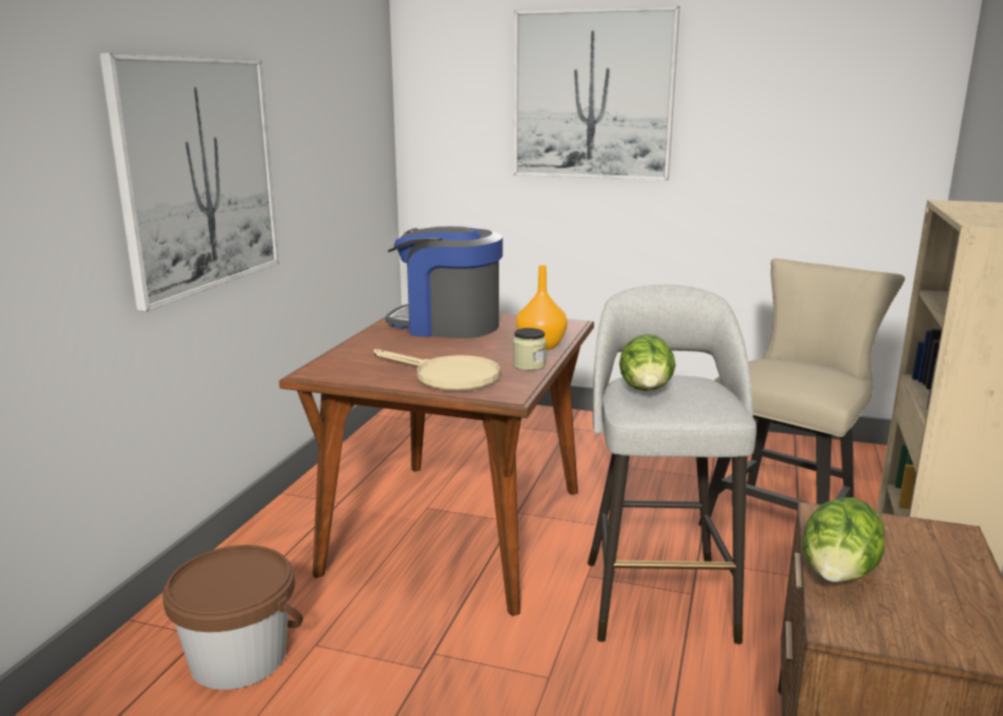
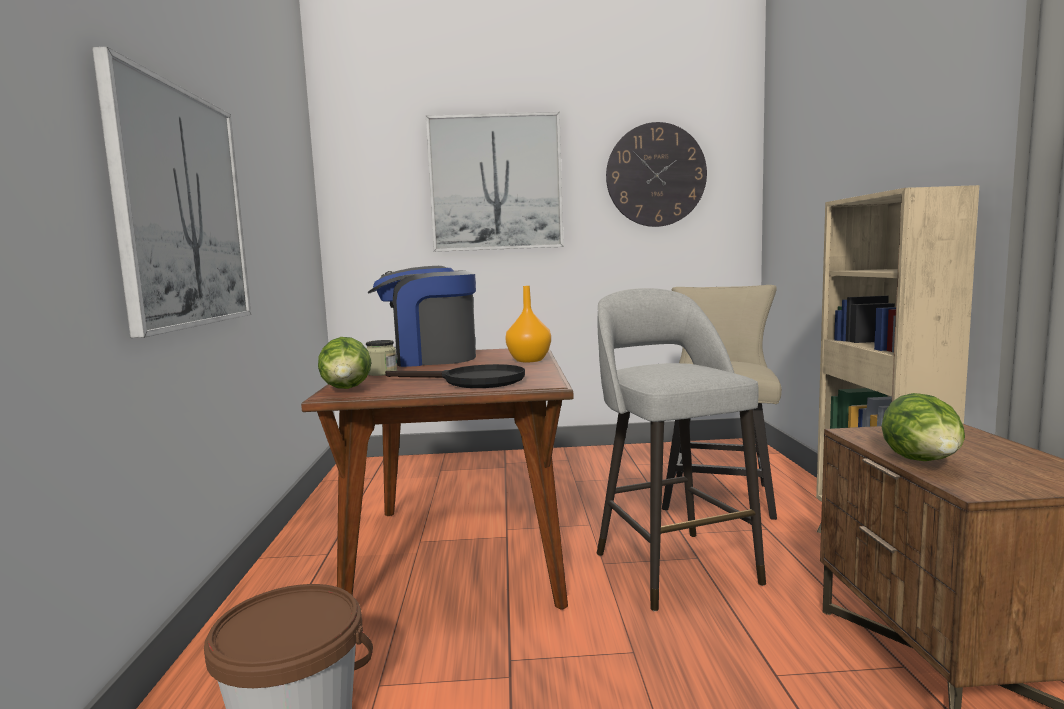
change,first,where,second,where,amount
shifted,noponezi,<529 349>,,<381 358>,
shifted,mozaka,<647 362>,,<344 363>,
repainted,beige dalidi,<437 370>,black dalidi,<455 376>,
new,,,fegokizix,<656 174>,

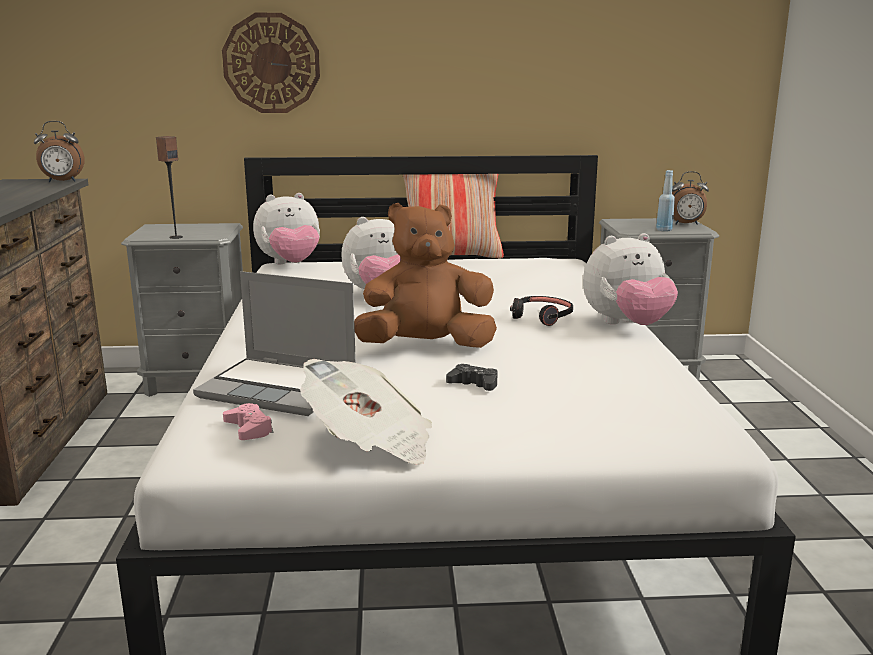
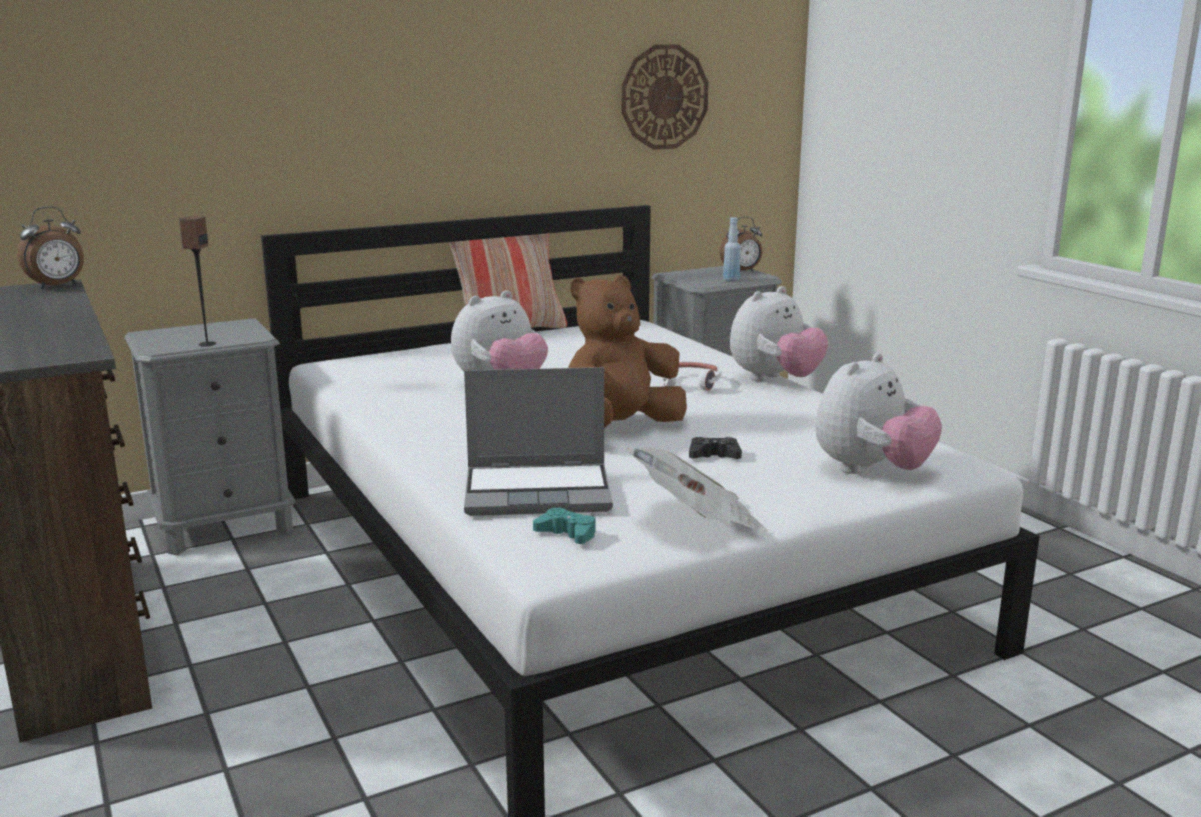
change,first,where,second,where,amount
shifted,fegokizix,<271 63>,,<665 97>,
shifted,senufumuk,<286 228>,,<878 413>,
repainted,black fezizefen,<541 311>,white fezizefen,<691 376>,
repainted,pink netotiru,<248 421>,turquoise netotiru,<564 525>,

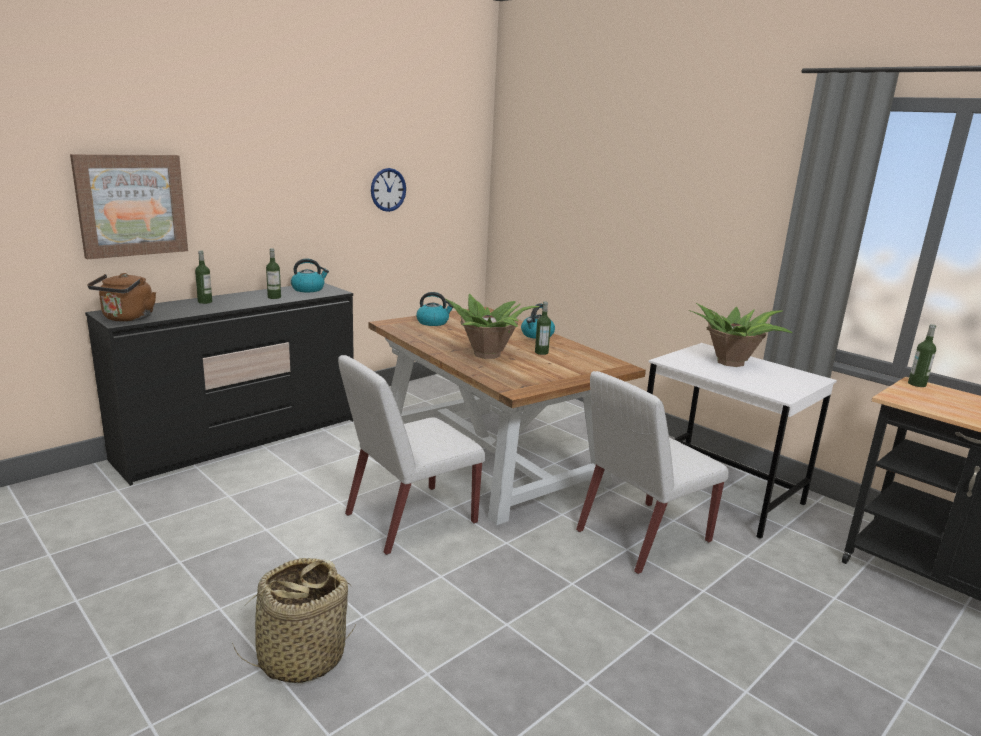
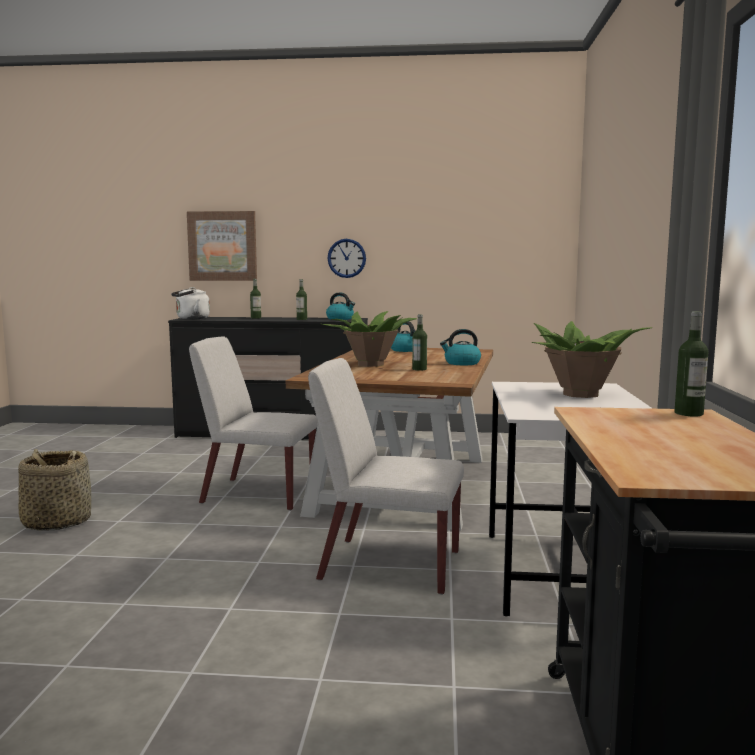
change,first,where,second,where,amount
shifted,fegokizix,<388 190>,,<346 258>,
repainted,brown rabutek,<121 297>,white rabutek,<190 303>,

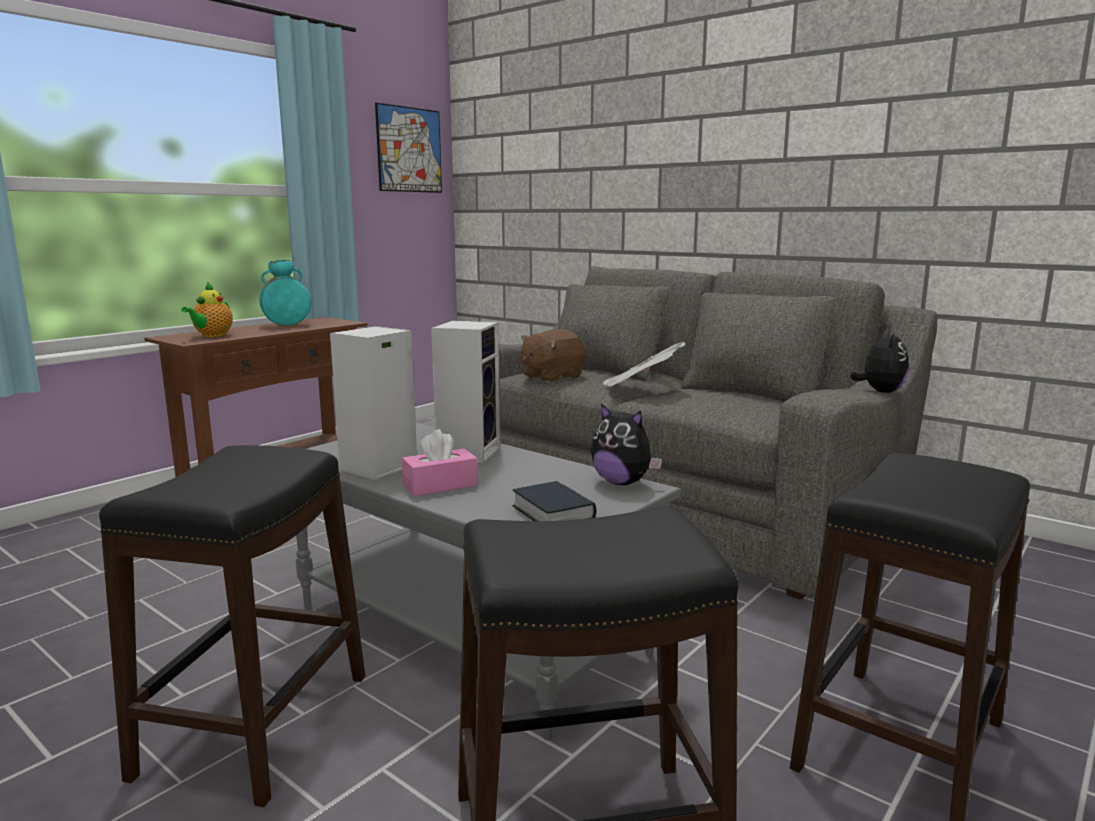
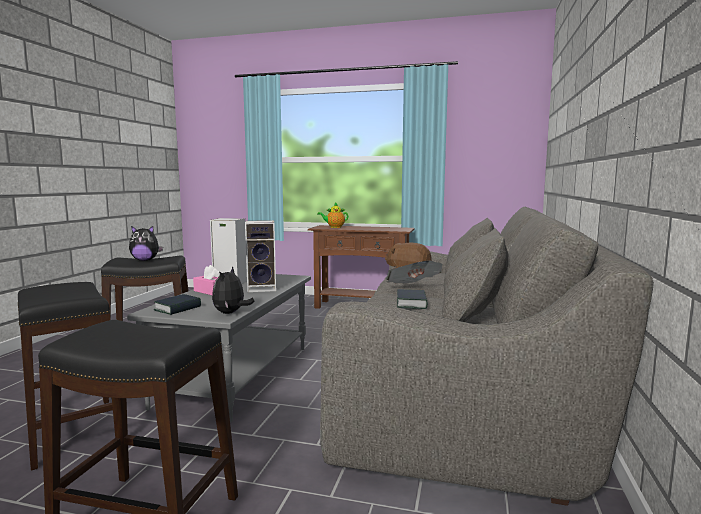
change,first,where,second,where,amount
gone,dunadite,<408 148>,,,
gone,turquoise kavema,<285 292>,,,
shifted,senufumuk,<880 361>,,<146 243>,
new,,,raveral,<412 299>,

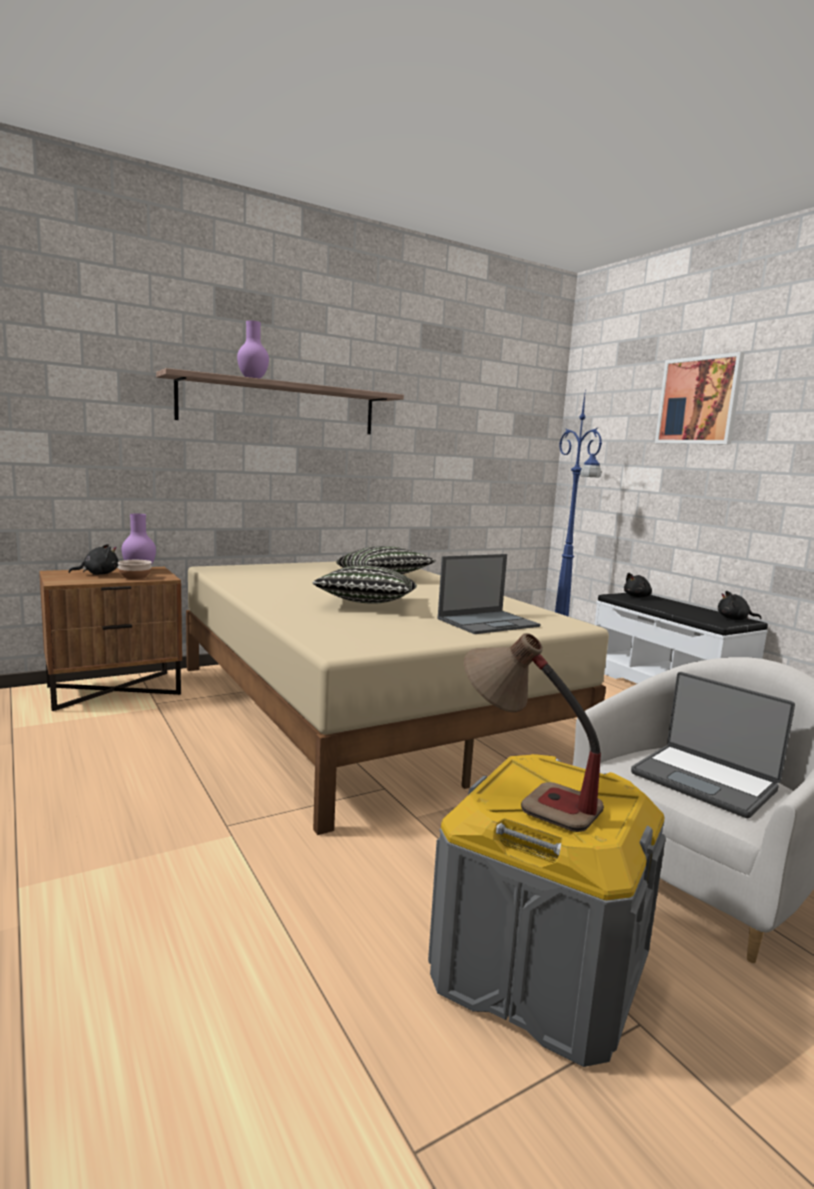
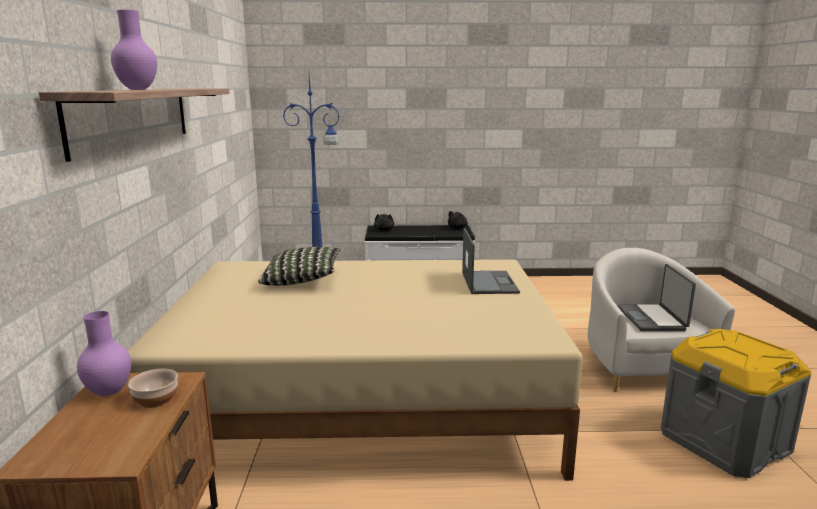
change,first,where,second,where,amount
gone,dunadite,<699 398>,,,
gone,black senufumuk,<93 559>,,,
gone,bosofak,<365 584>,,,
gone,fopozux,<534 732>,,,
rotated,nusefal,<713 745>,,<657 297>,105 degrees clockwise

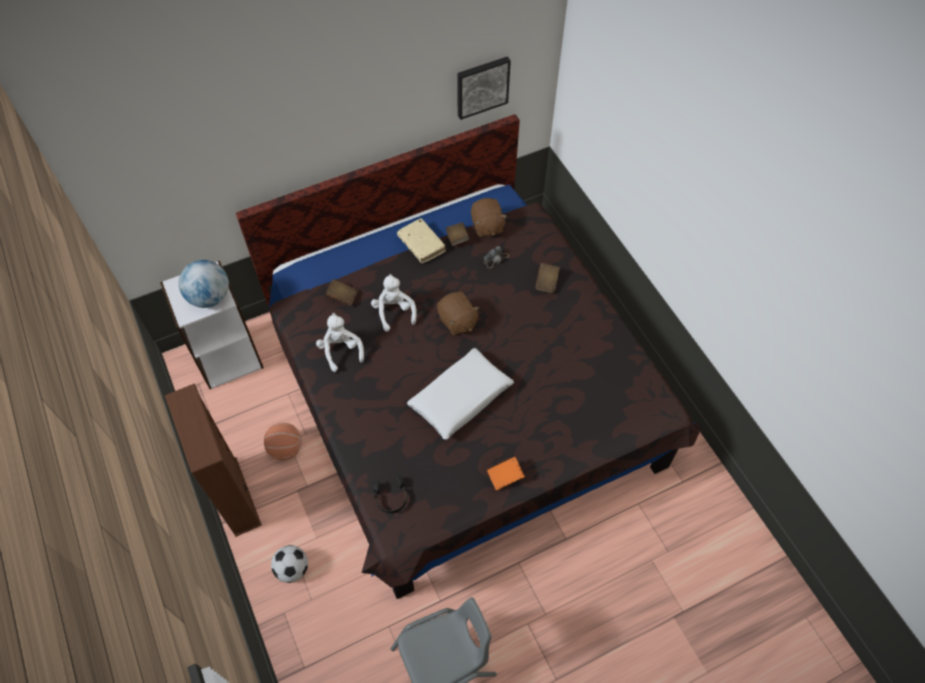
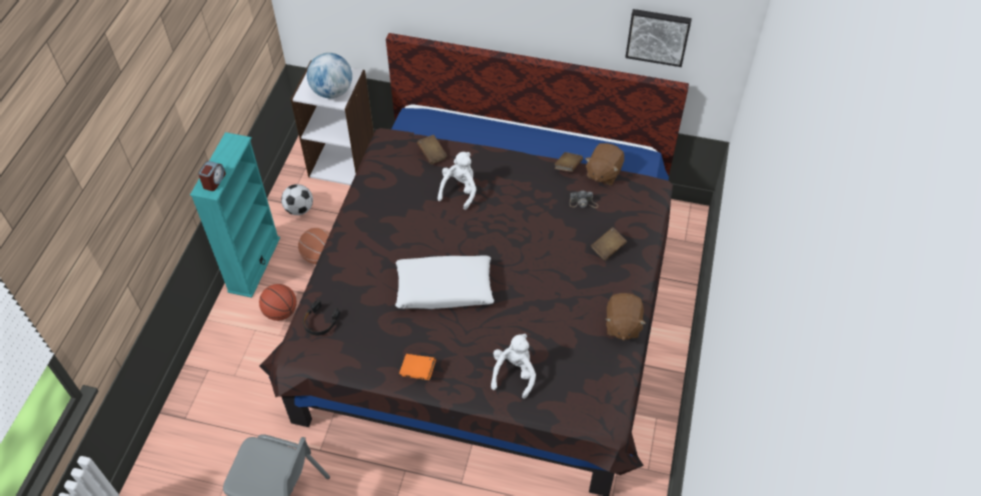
change,first,where,second,where,amount
gone,beige raveral,<421 240>,,,
shifted,brown senufumuk,<458 314>,,<625 317>,
shifted,white senufumuk,<340 342>,,<513 366>,
repainted,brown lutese,<213 460>,turquoise lutese,<235 215>,
shifted,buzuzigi,<289 564>,,<297 199>,
new,,,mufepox,<212 176>,
new,,,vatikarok,<278 302>,

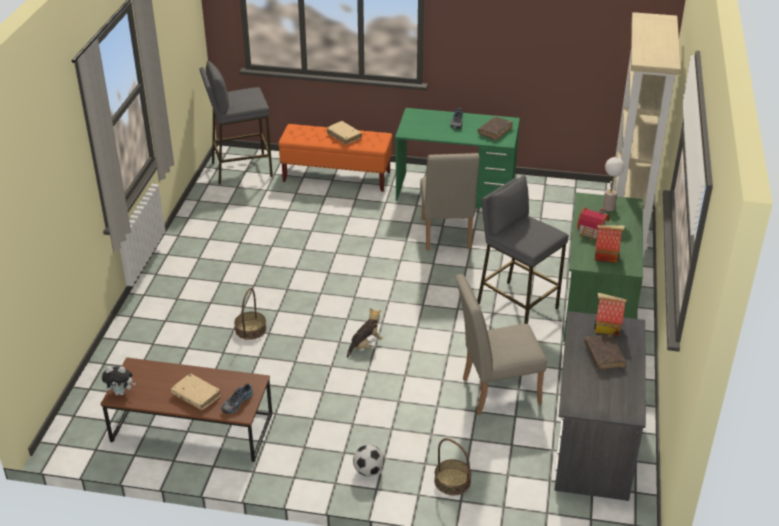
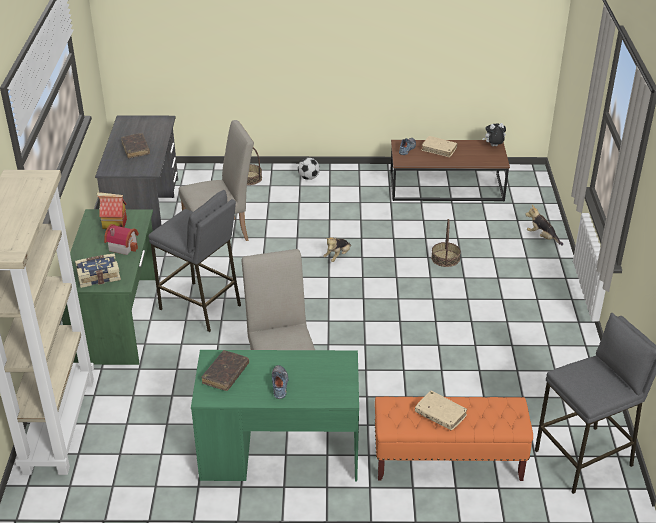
change,first,where,second,where,amount
swapped,fopozux,<613 184>,raveral,<98 270>,
gone,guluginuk,<610 314>,,,
new,,,senufumuk,<544 225>,

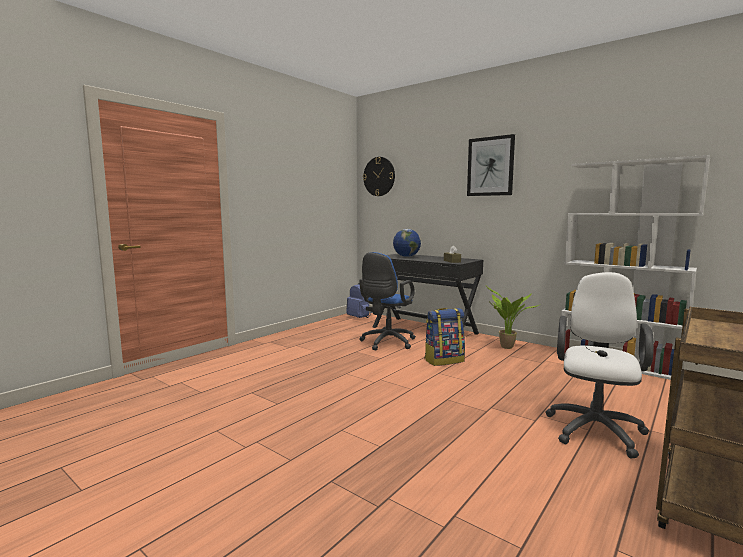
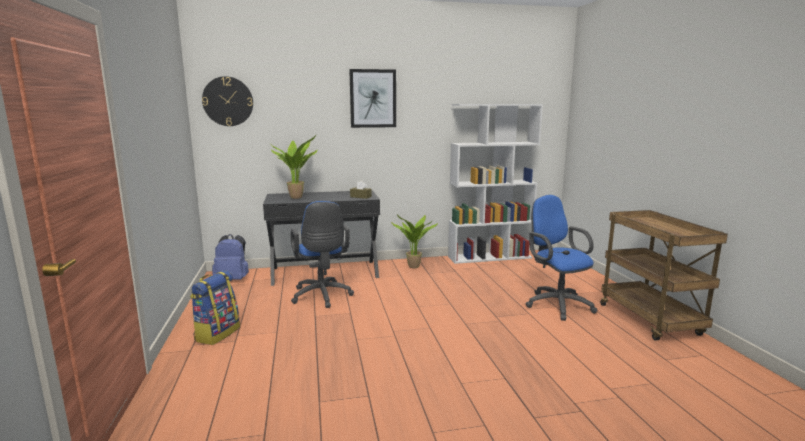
change,first,where,second,where,amount
swapped,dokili,<407 243>,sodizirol,<294 166>,
repainted,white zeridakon,<599 365>,blue zeridakon,<561 258>,
shifted,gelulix,<445 337>,,<215 307>,

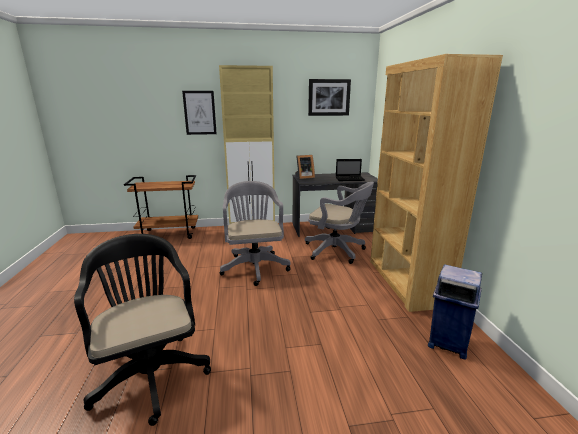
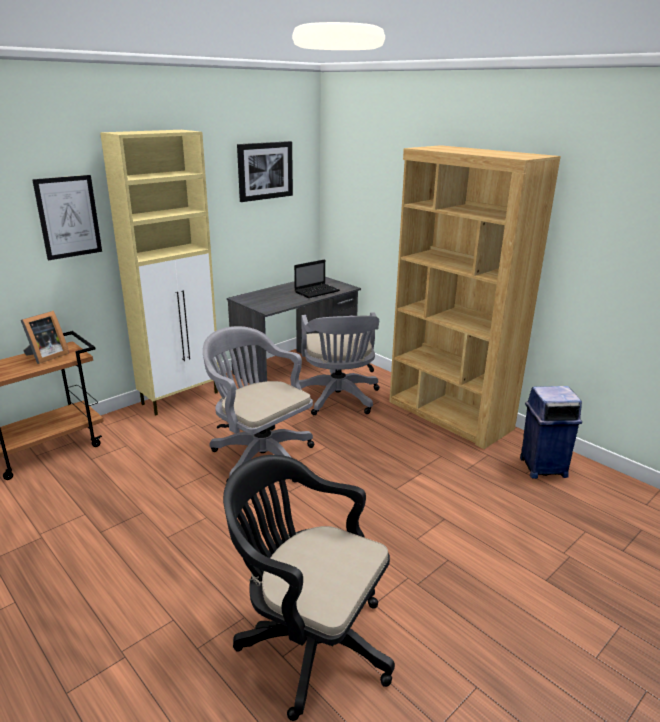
change,first,where,second,where,amount
shifted,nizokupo,<305 167>,,<45 337>,
rotated,grey zeridakon,<339 223>,,<339 363>,90 degrees clockwise

